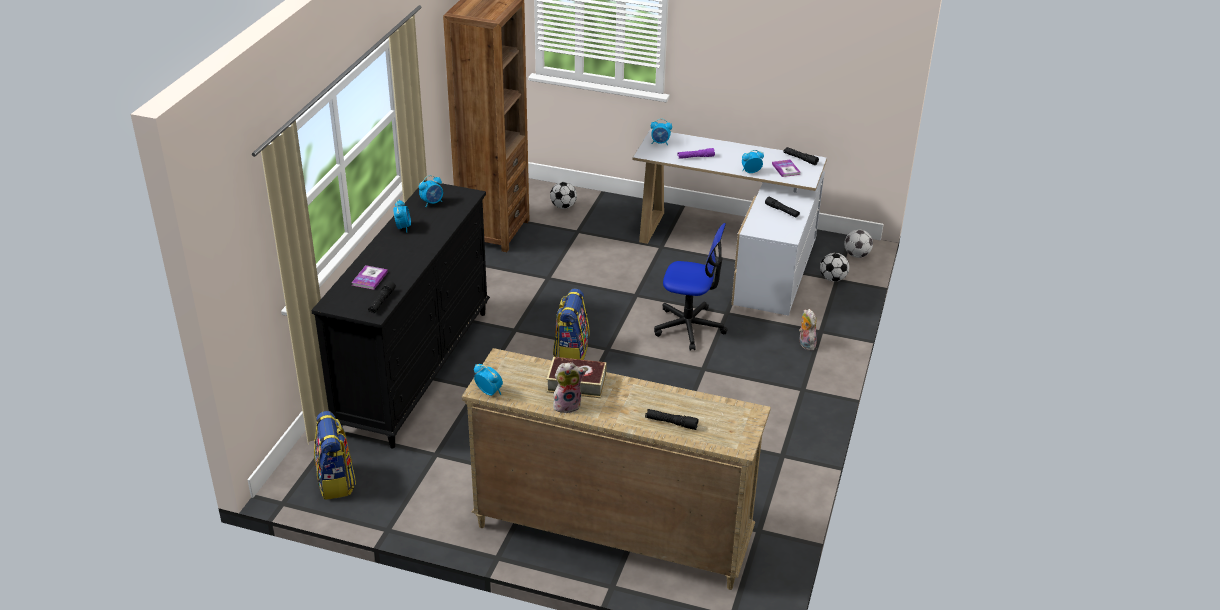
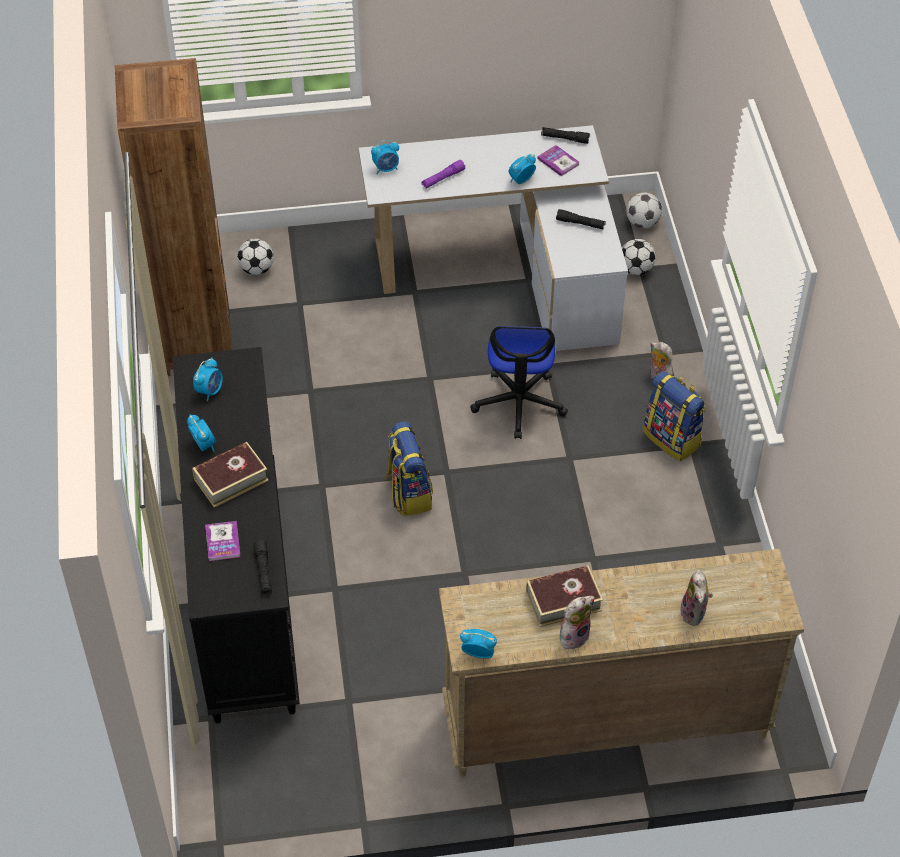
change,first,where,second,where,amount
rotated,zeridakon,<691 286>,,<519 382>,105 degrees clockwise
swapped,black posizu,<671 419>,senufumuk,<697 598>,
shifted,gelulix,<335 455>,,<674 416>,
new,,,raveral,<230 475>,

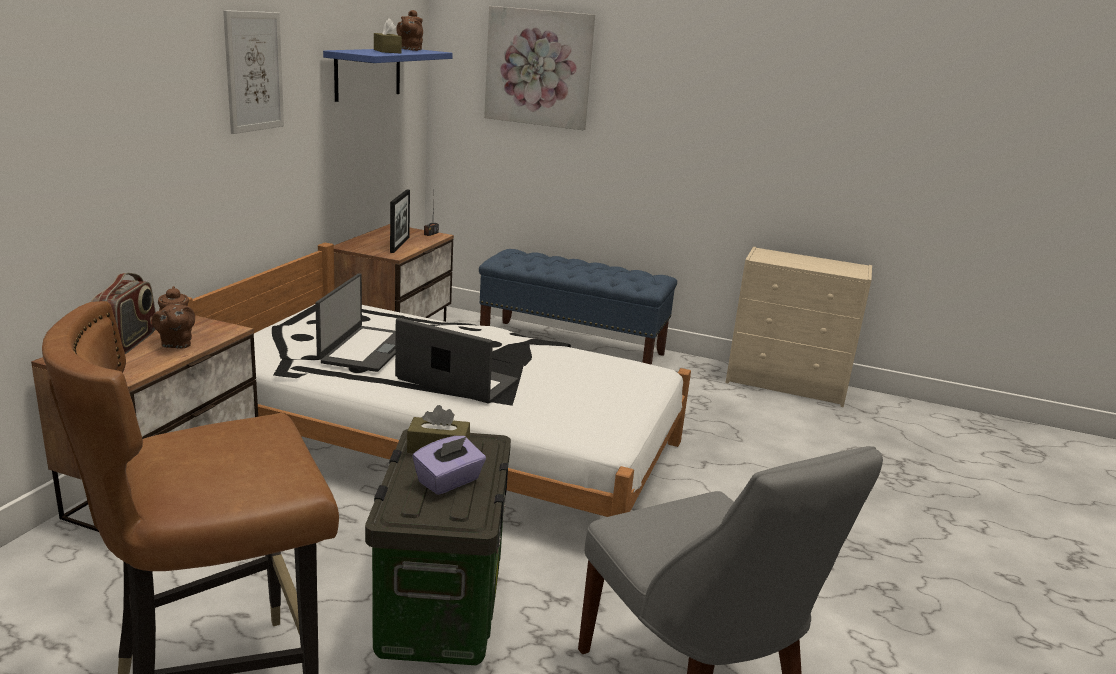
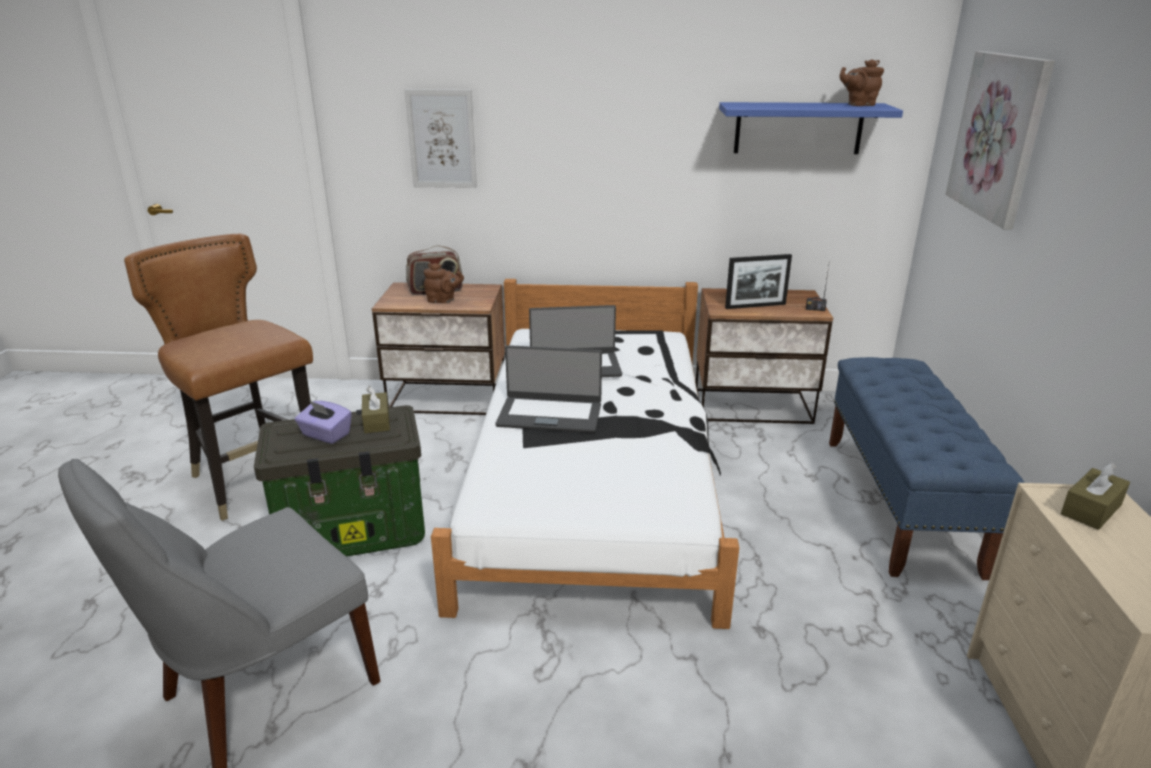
change,first,where,second,where,amount
shifted,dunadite,<253 72>,,<441 138>,
shifted,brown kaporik,<388 35>,,<1095 496>,
rotated,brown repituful,<173 317>,,<444 283>,135 degrees counterclockwise
rotated,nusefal,<456 360>,,<548 389>,90 degrees clockwise

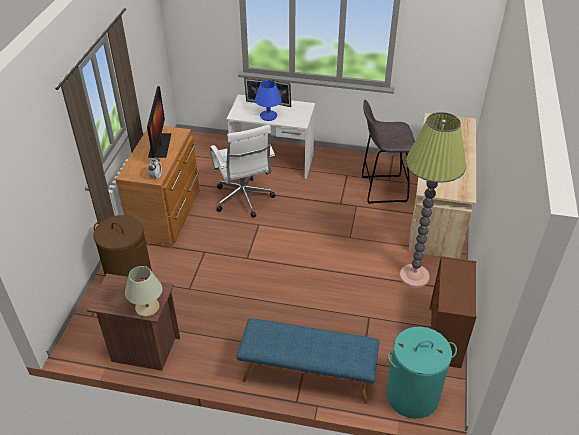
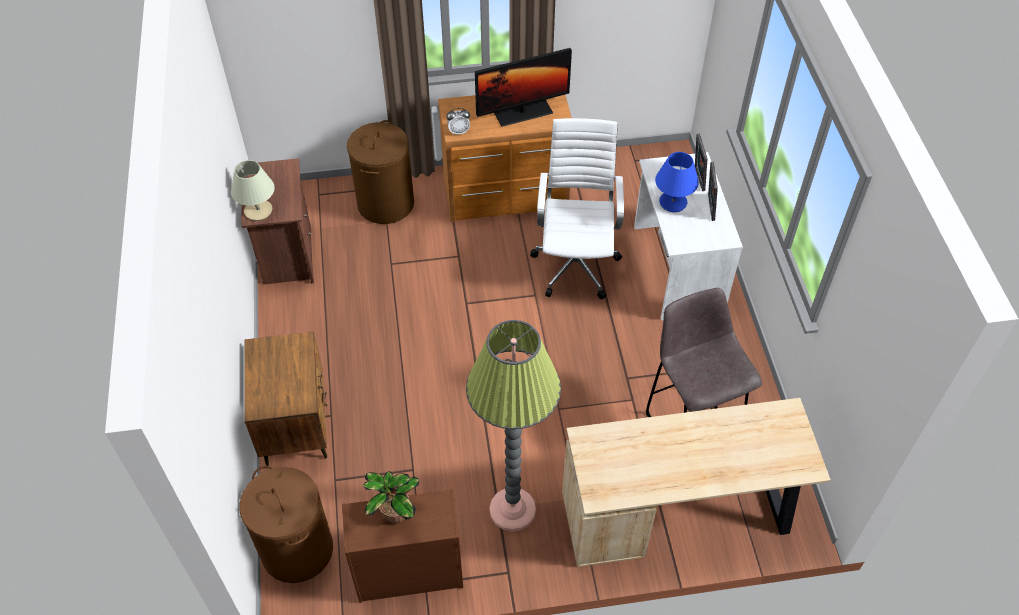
change,first,where,second,where,amount
rotated,white zeridakon,<243 171>,,<577 208>,135 degrees clockwise
swapped,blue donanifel,<308 361>,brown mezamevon,<286 398>,
repainted,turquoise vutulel,<421 373>,brown vutulel,<286 524>,
new,,,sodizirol,<391 497>,

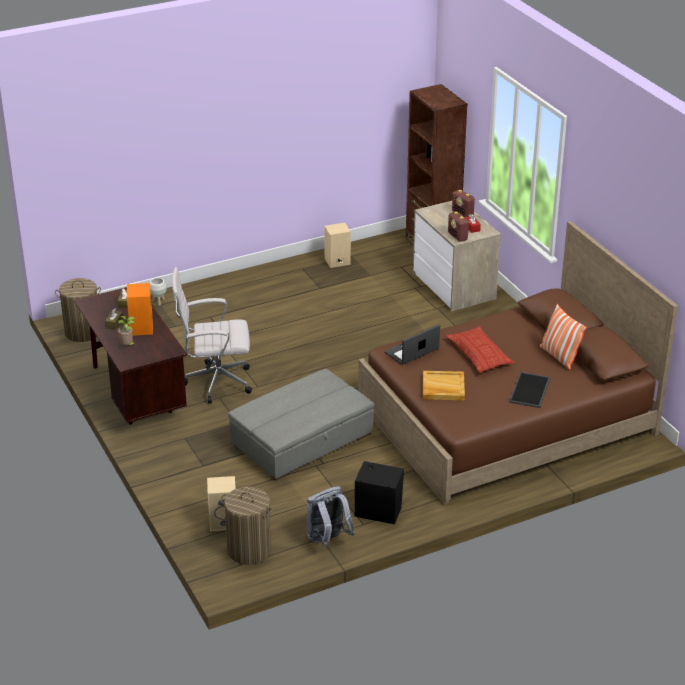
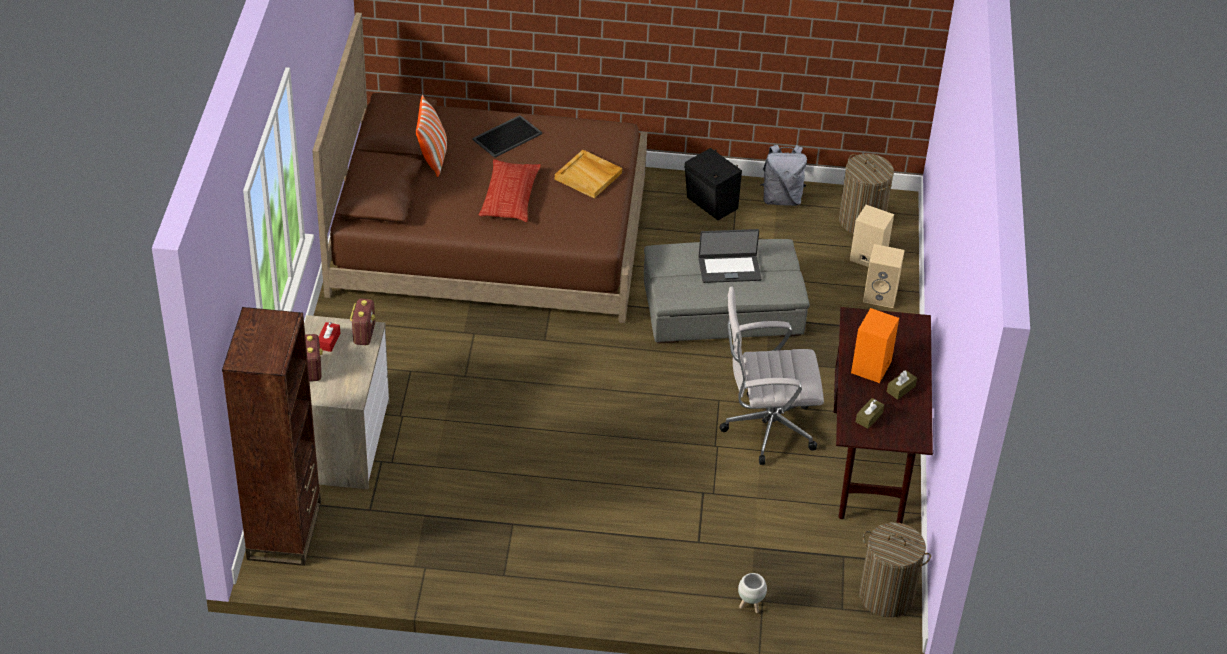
change,first,where,second,where,amount
shifted,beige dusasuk,<337 245>,,<884 276>,
rotated,white zeridakon,<212 335>,,<771 375>,150 degrees clockwise
gone,sodizirol,<126 330>,,,
shifted,nusefal,<412 345>,,<729 256>,

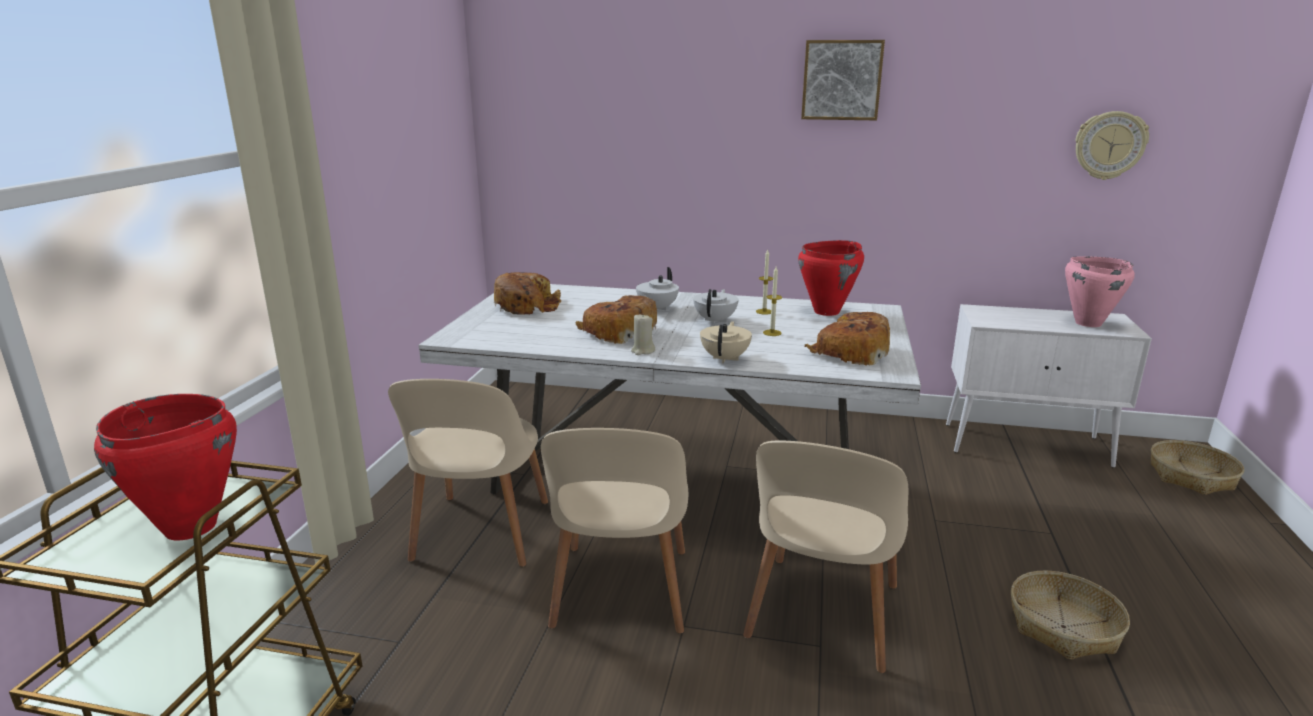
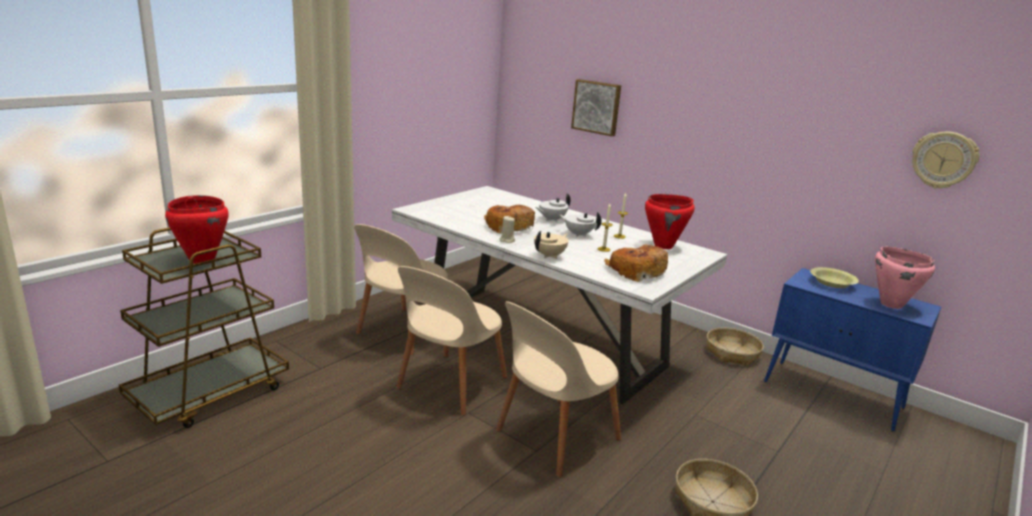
change,first,where,second,where,amount
shifted,dunadite,<843 80>,,<596 107>,
gone,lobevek,<527 293>,,,
rotated,white repituful,<716 306>,,<580 224>,105 degrees counterclockwise
repainted,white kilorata,<1049 386>,blue kilorata,<852 349>,
shifted,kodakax,<1197 467>,,<735 347>,
new,,,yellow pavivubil,<834 277>,

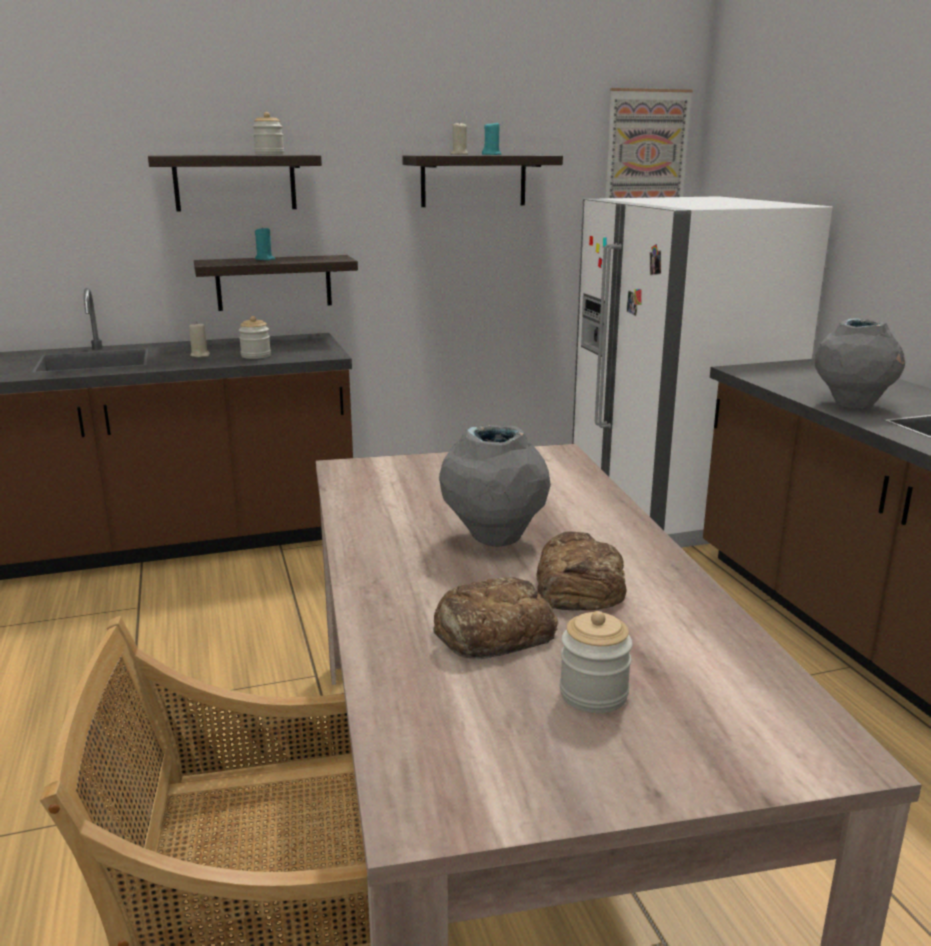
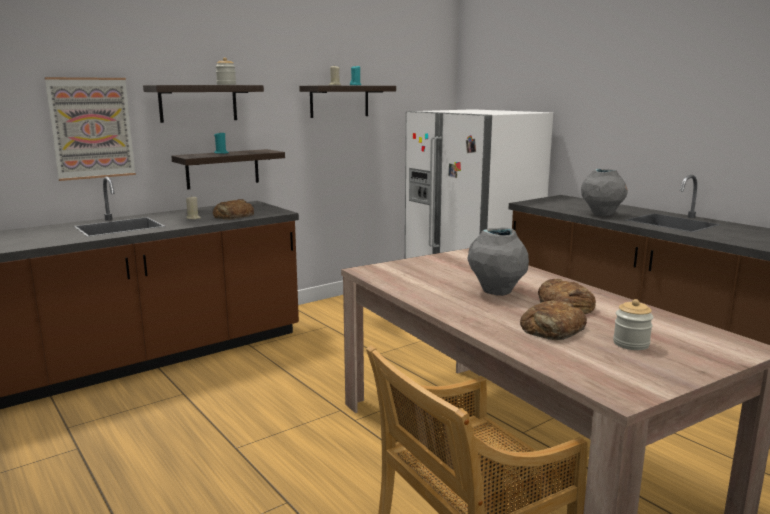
change,first,where,second,where,amount
shifted,dunadite,<649 143>,,<90 129>,
swapped,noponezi,<255 337>,lobevek,<233 209>,

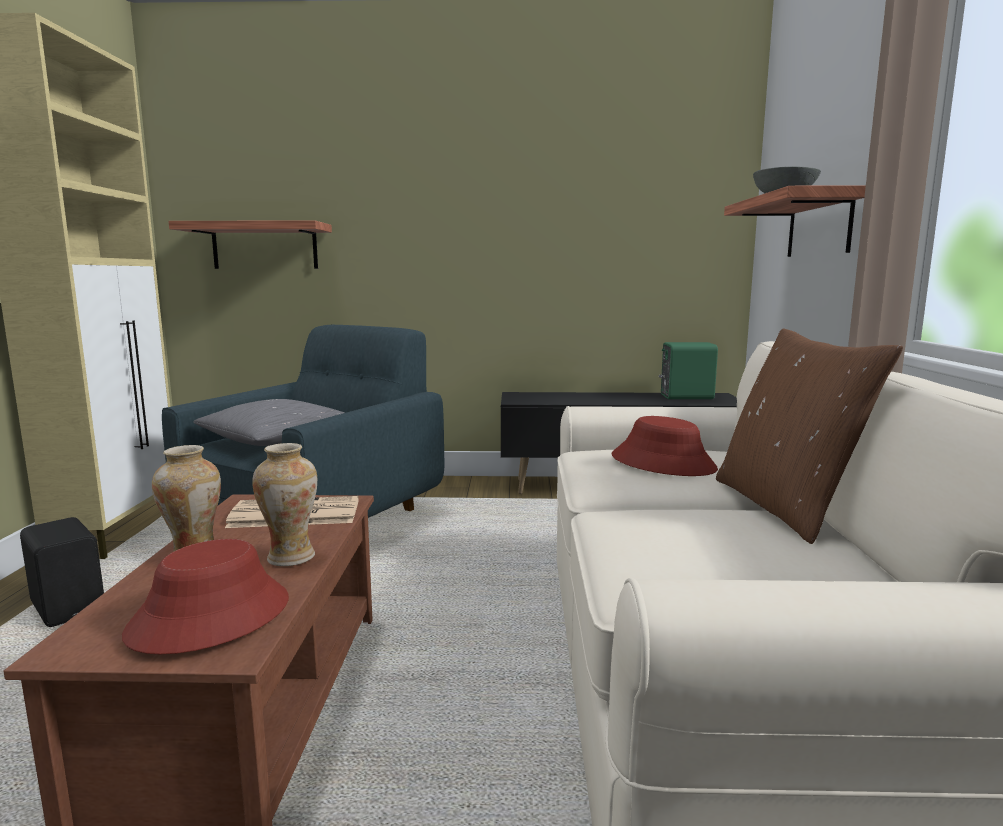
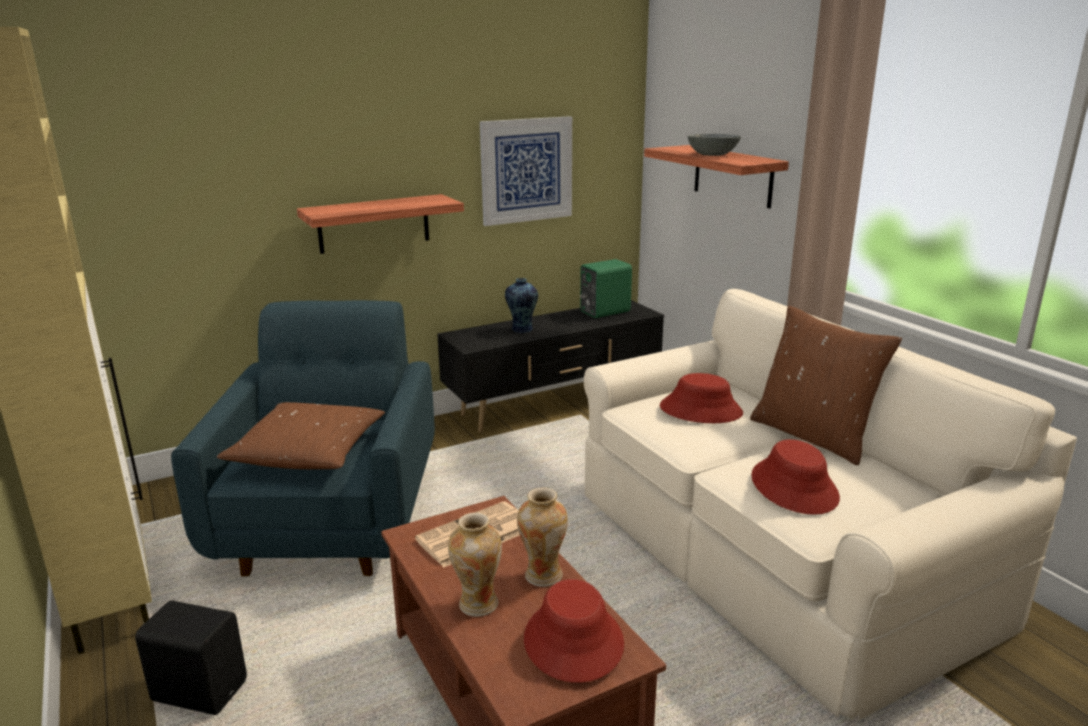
change,first,where,second,where,amount
shifted,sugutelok,<250 244>,,<380 224>,
repainted,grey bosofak,<269 422>,brown bosofak,<301 435>,
new,,,dunadite,<526 171>,
new,,,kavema,<521 305>,
new,,,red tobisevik,<795 477>,

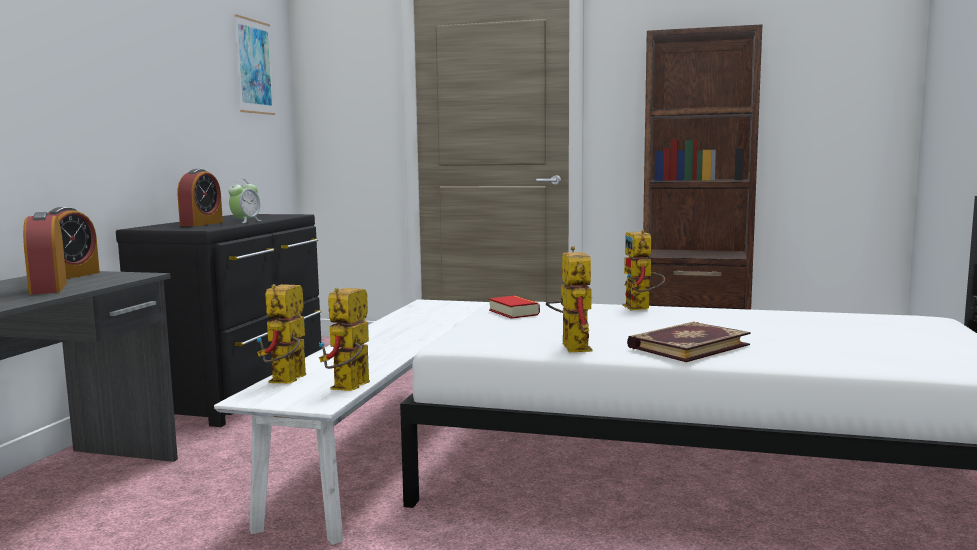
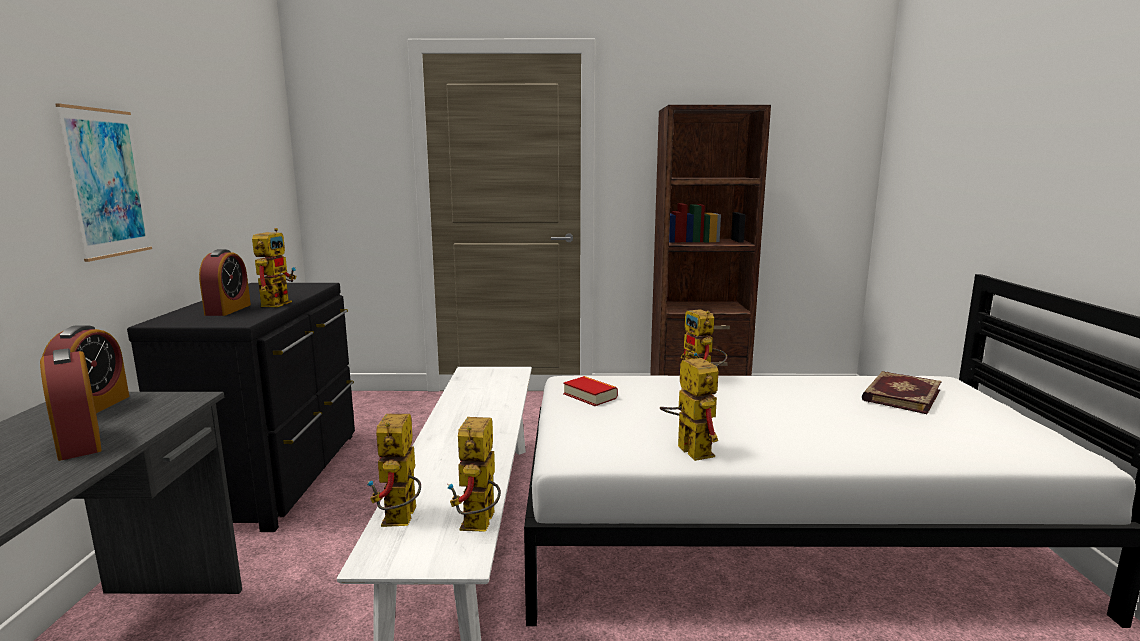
change,first,where,second,where,amount
shifted,dunadite,<254 64>,,<103 183>,
swapped,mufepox,<245 201>,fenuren,<274 267>,
shifted,raveral,<689 342>,,<901 392>,

